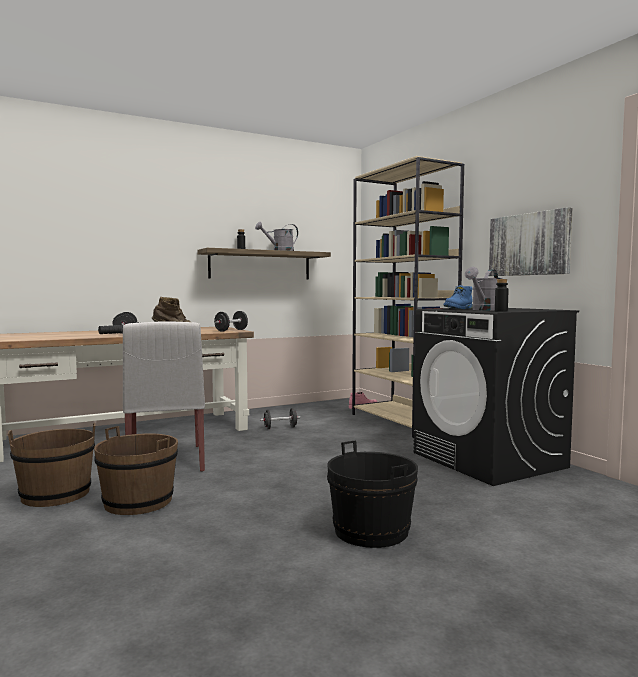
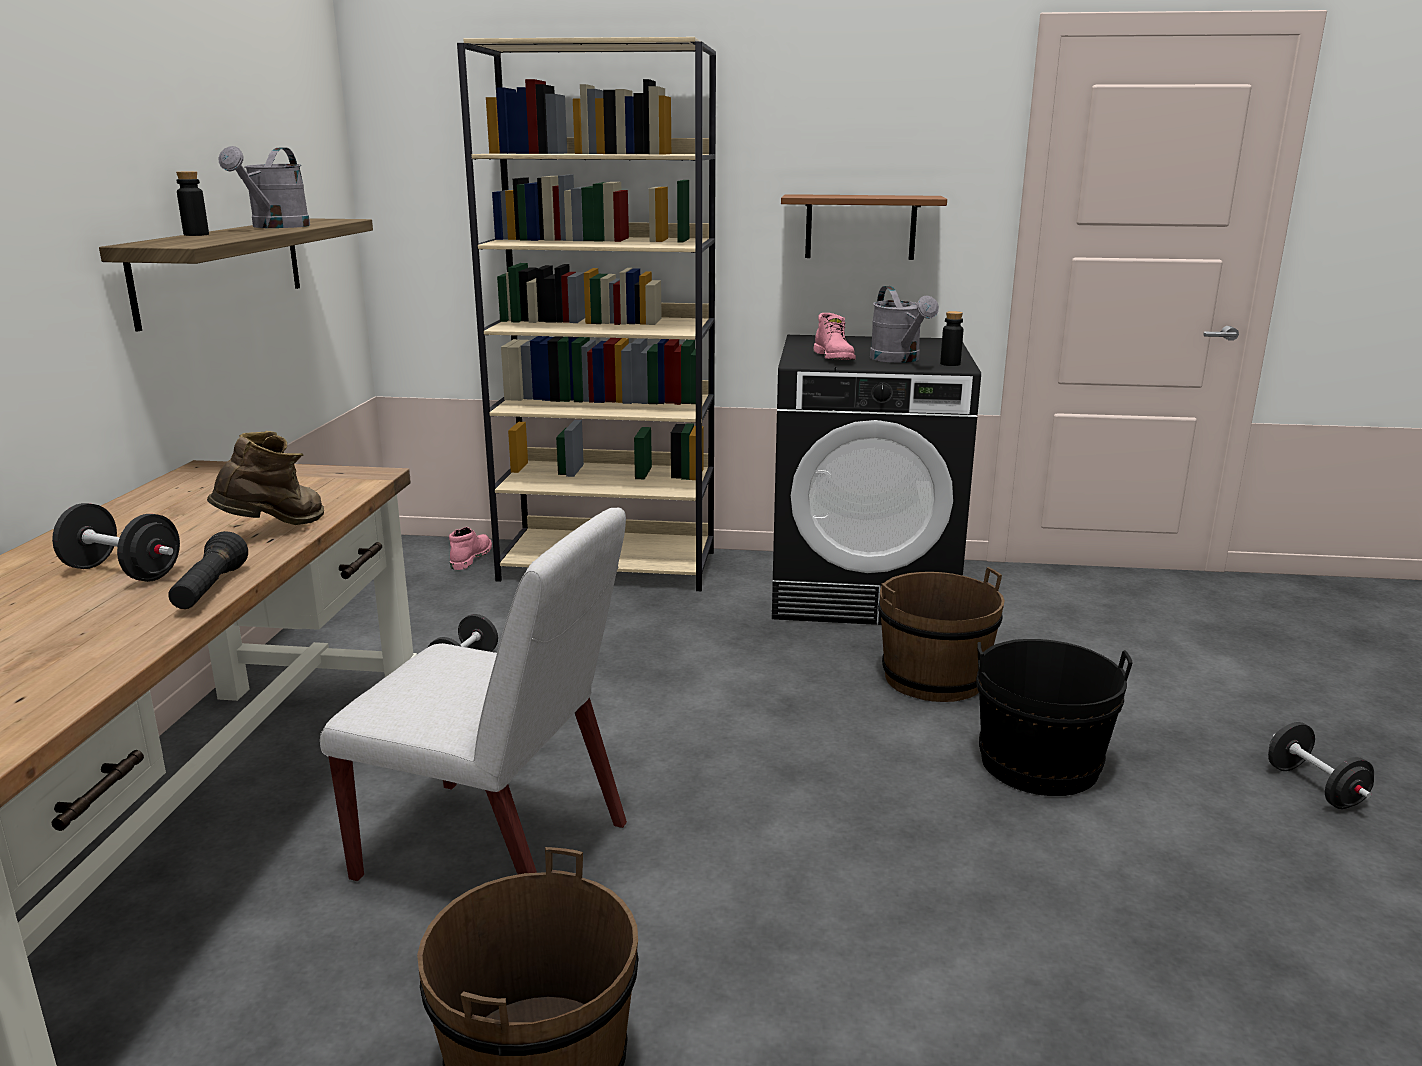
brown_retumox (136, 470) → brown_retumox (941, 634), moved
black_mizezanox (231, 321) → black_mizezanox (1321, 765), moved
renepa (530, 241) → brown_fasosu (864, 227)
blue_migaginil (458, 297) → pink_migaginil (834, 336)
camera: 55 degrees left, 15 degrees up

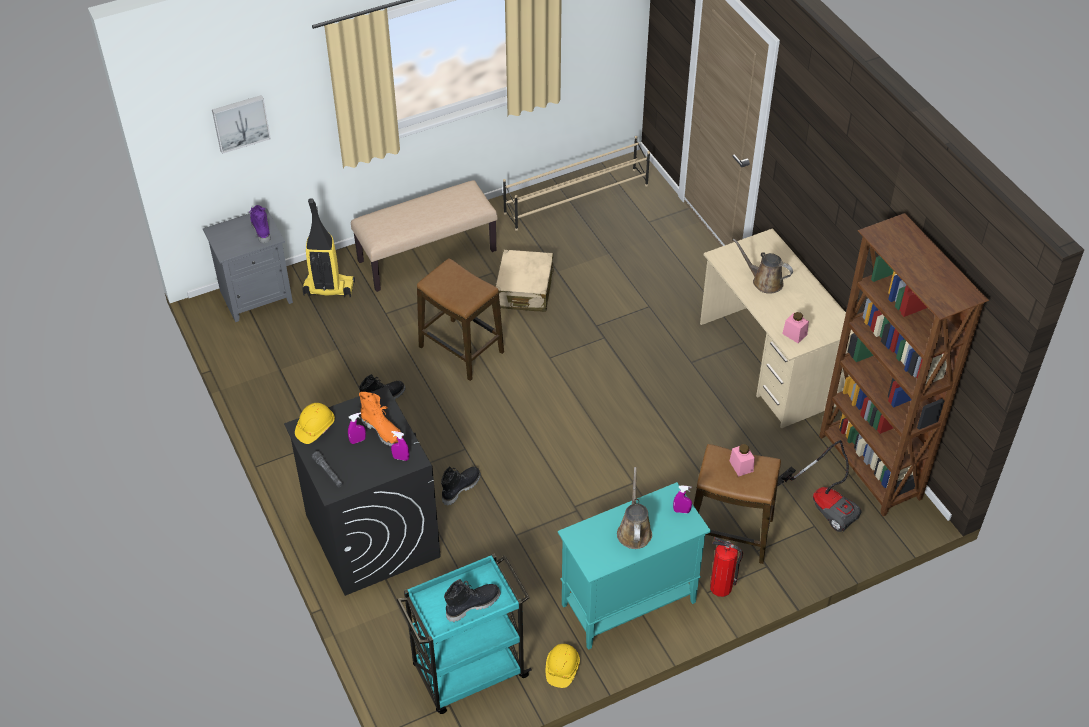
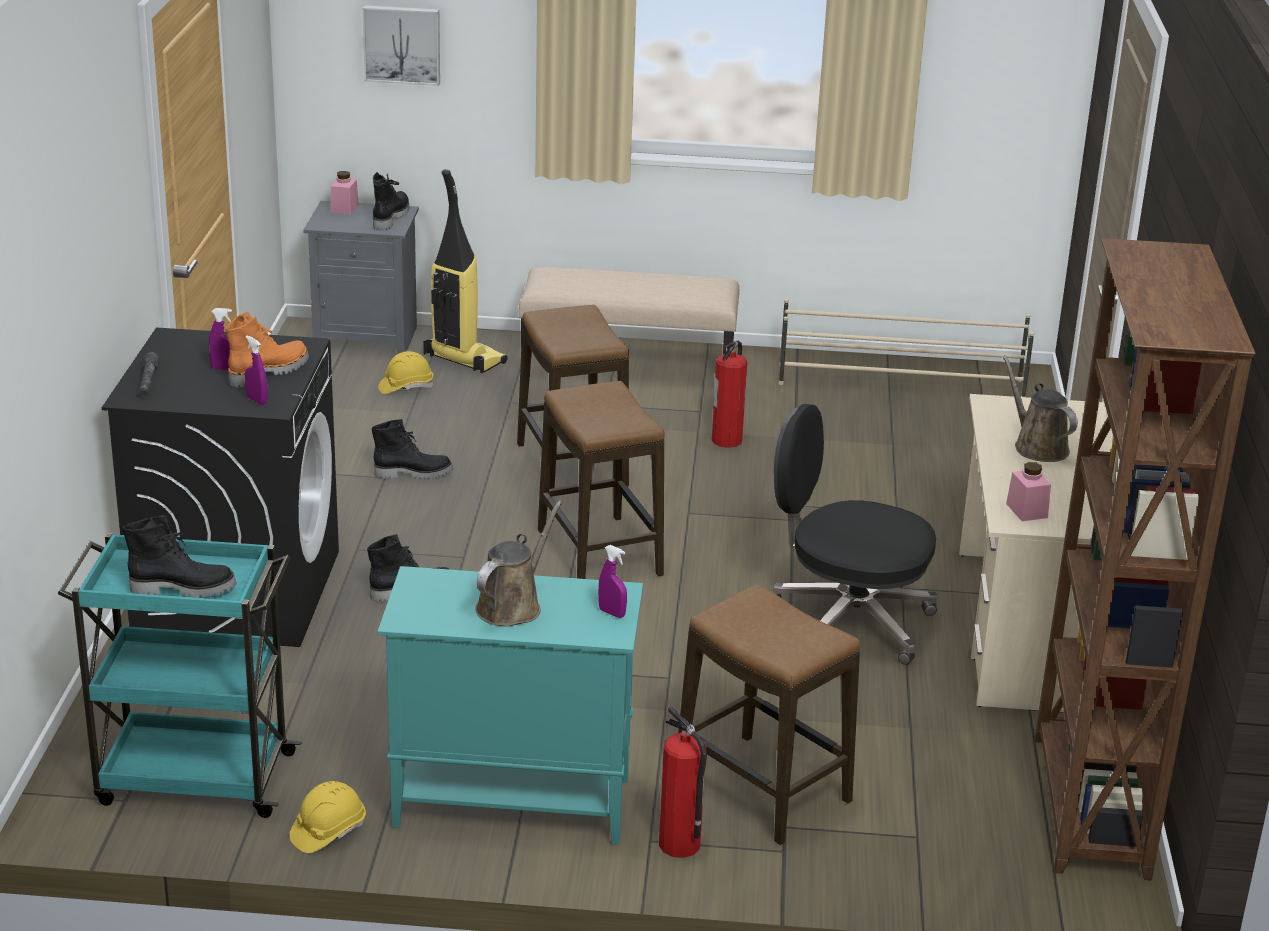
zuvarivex (820, 486) → -
- → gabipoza (601, 480)
- → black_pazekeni (854, 534)
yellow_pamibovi (315, 423) → yellow_pamibovi (405, 372), moved
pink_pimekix (742, 460) → pink_pimekix (345, 192), moved
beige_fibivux (524, 280) → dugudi (729, 394)
purple_migaginil (260, 224) → black_migaginil (391, 201)
orange_migaginil (381, 419) → orange_migaginil (267, 349), 120 degrees counterclockwise
camera: 30 degrees right, 20 degrees down

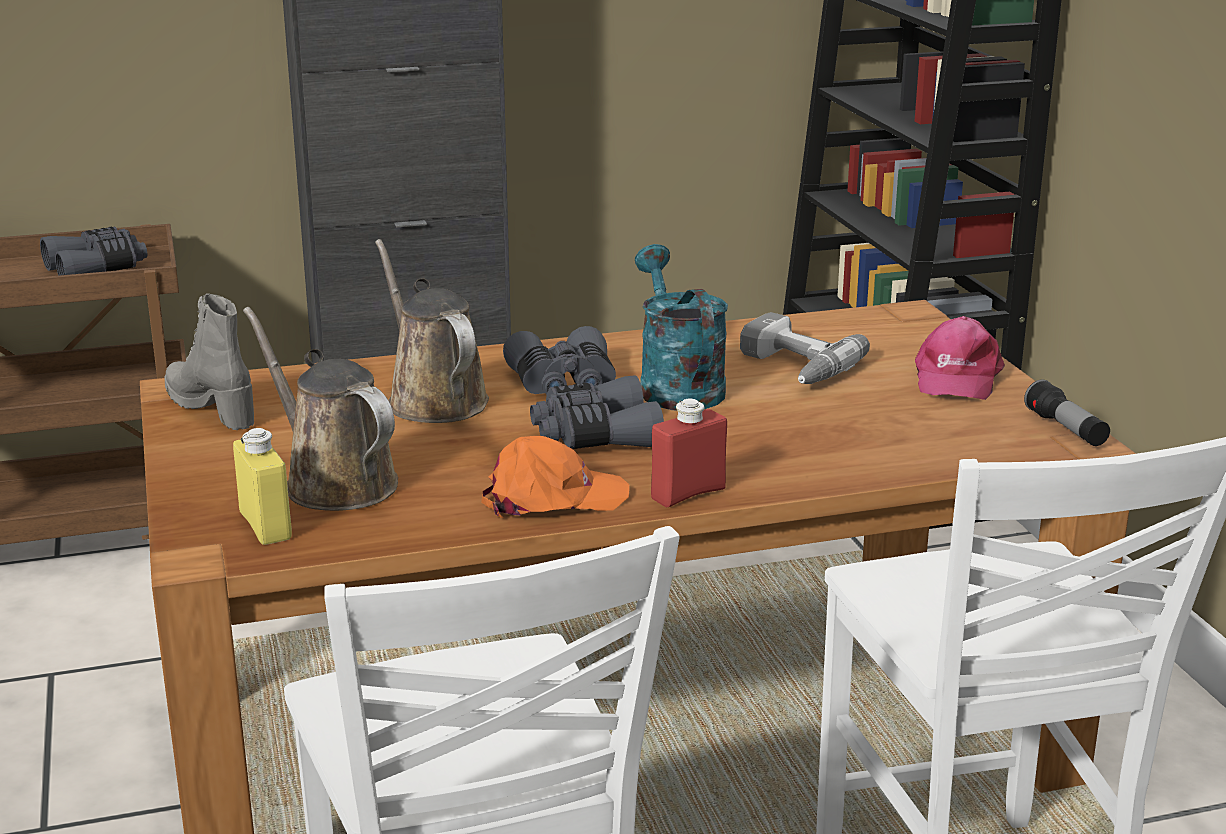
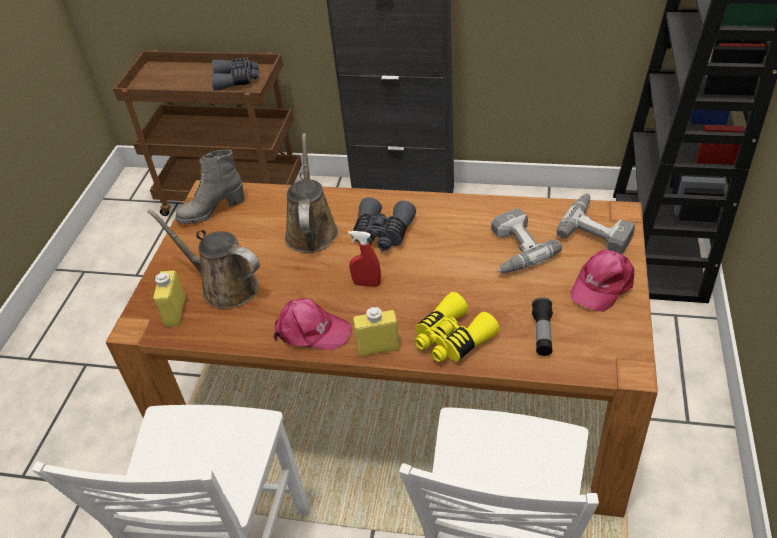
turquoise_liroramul (681, 327) → -
- → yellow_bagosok (457, 327)
- → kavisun (595, 224)
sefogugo (1067, 412) → sefogugo (542, 326), moved
grey_bagosok (597, 412) → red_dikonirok (364, 259)
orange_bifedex (555, 477) → pink_bifedex (313, 324)
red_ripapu (689, 453) → yellow_ripapu (376, 331)
grey_migaginil (209, 361) → grey_migaginil (210, 187), 105 degrees counterclockwise
brown_liroramul (320, 409) → brown_liroramul (204, 259), 45 degrees counterclockwise
camera: 30 degrees right, 20 degrees up

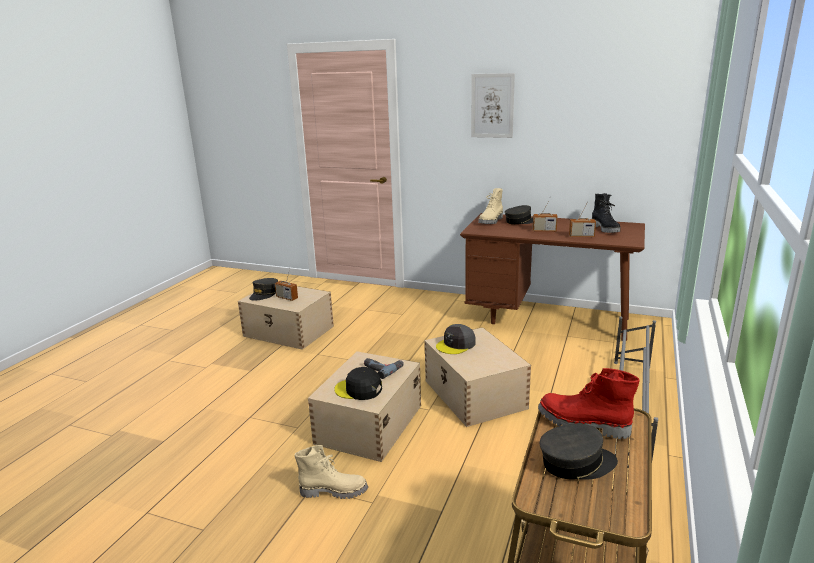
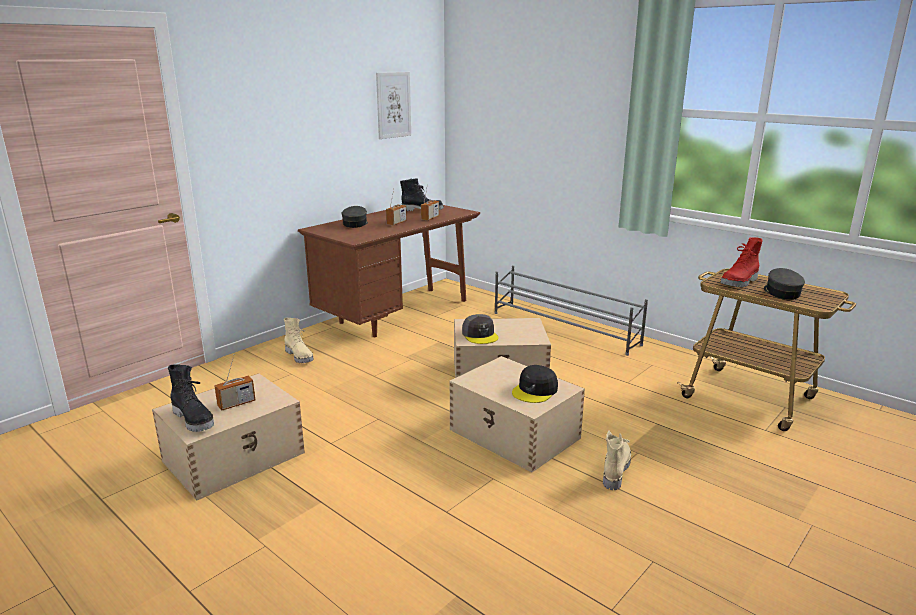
kavisun (384, 368) → -
renepa (493, 105) → renepa (393, 105), moved
beige_migaginil (490, 206) → beige_migaginil (298, 340), moved
grey_bifedex (263, 289) → black_migaginil (191, 398)
camera: 70 degrees left, 0 degrees up

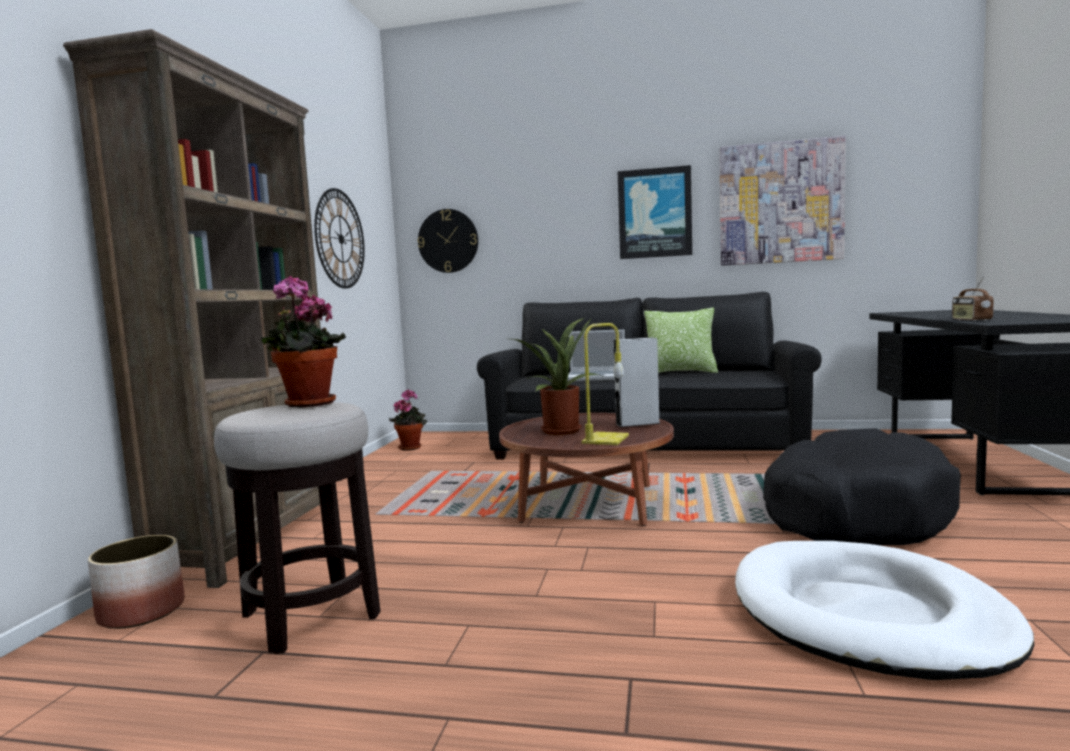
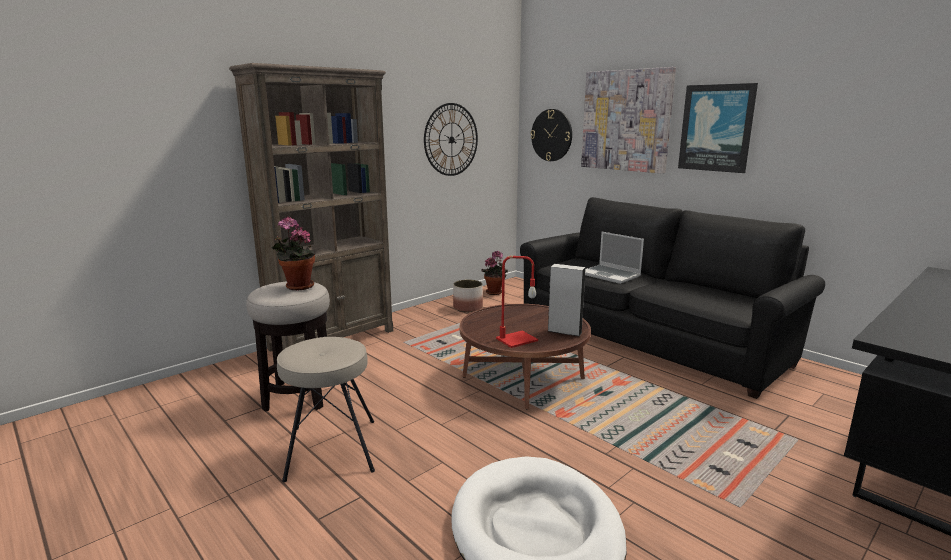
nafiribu (557, 376) → -
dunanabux (681, 340) → -
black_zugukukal (862, 486) → -
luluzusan (973, 298) → -
- → beige_gabipoza (326, 409)
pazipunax (136, 582) → pazipunax (468, 296), moved
renepa (782, 201) → renepa (628, 120), moved
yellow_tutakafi (605, 384) → red_tutakafi (517, 302)
camera: 35 degrees right, 10 degrees up

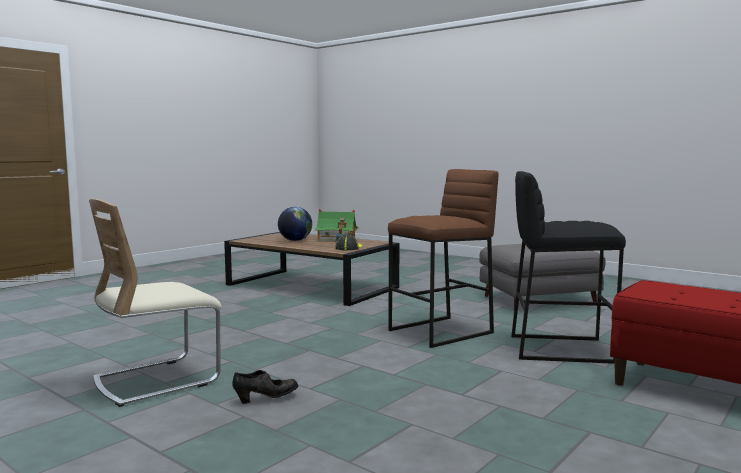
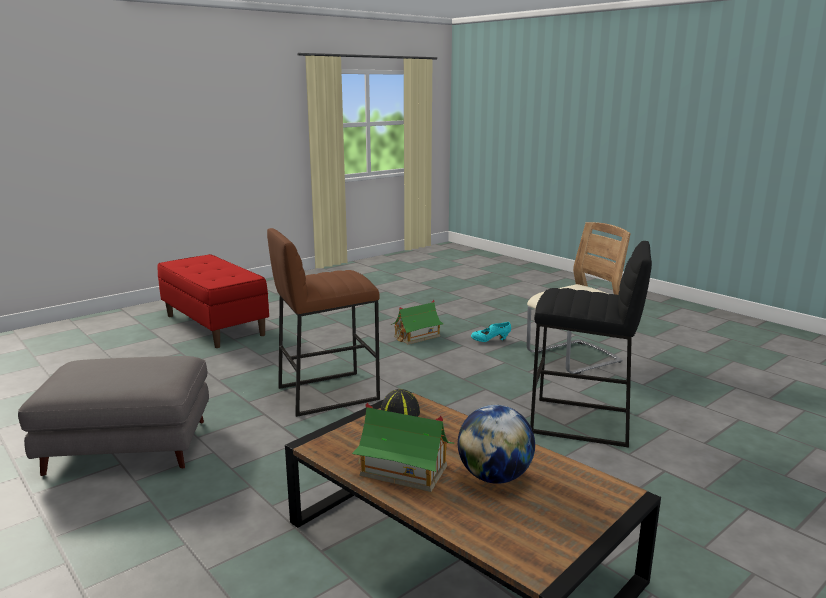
- → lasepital (417, 321)
black_gabipoza (568, 267) → black_gabipoza (591, 344), moved
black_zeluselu (265, 387) → turquoise_zeluselu (491, 332)
camera: 170 degrees left, 10 degrees up

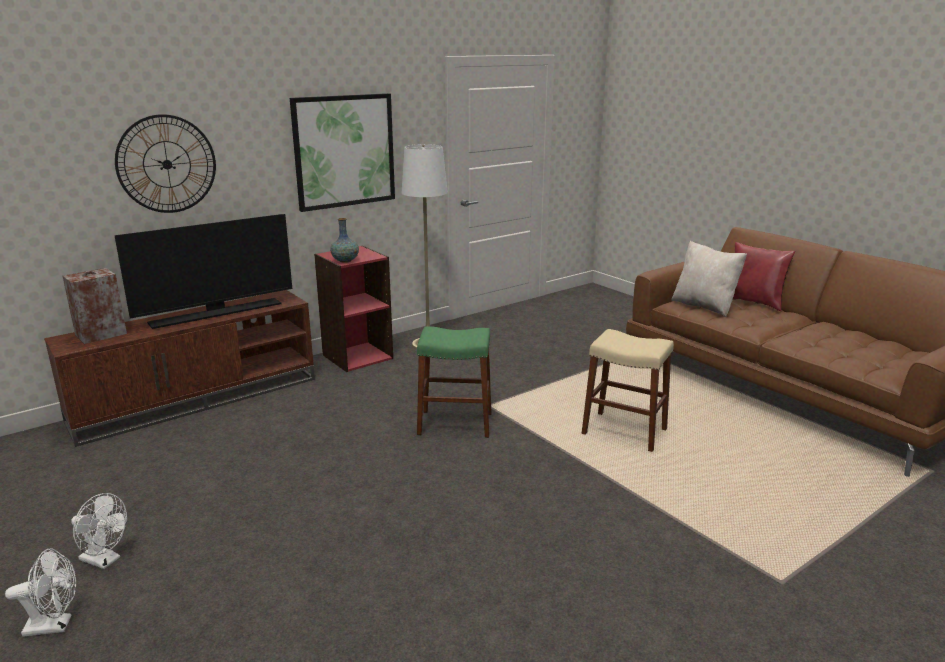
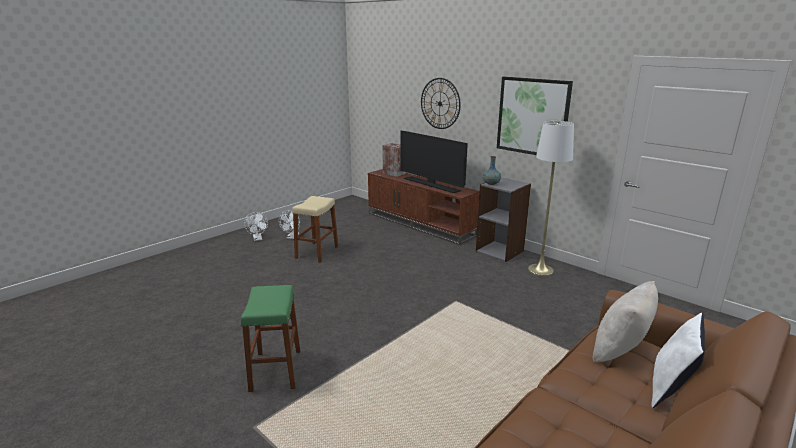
green_gabipoza (454, 382) → green_gabipoza (270, 338), moved
beige_gabipoza (628, 390) → beige_gabipoza (315, 229), moved
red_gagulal (353, 308) → grey_gagulal (503, 219)
red_dunanabux (764, 276) → white_dunanabux (678, 360)
camera: 80 degrees right, 0 degrees up

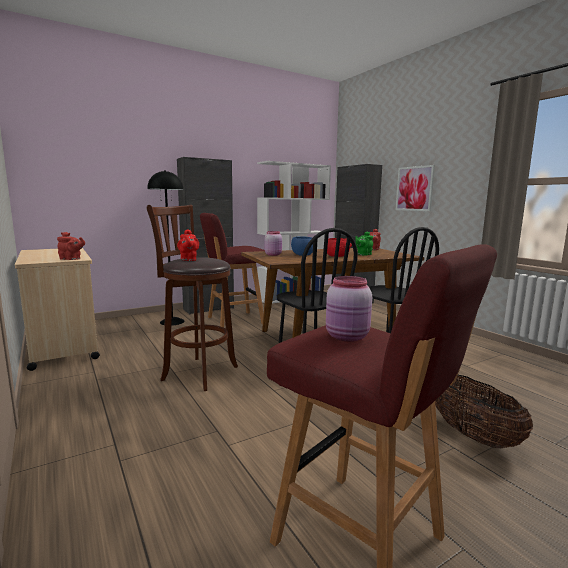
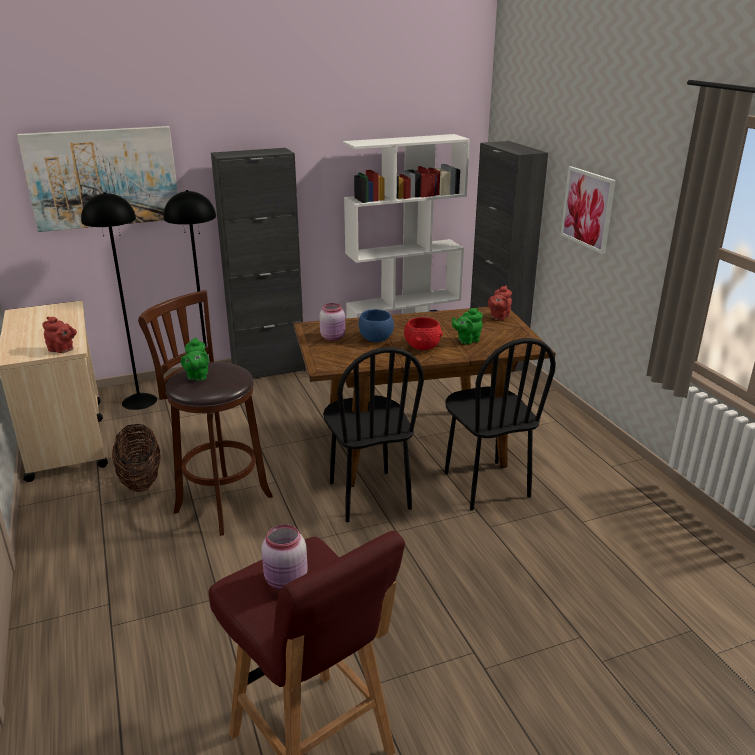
red_gabipoza (232, 270) → -
- → renepa (97, 179)
- → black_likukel (119, 301)
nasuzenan (484, 411) → nasuzenan (136, 458), moved
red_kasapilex (188, 245) → green_kasapilex (195, 359)
camera: 10 degrees right, 15 degrees up

